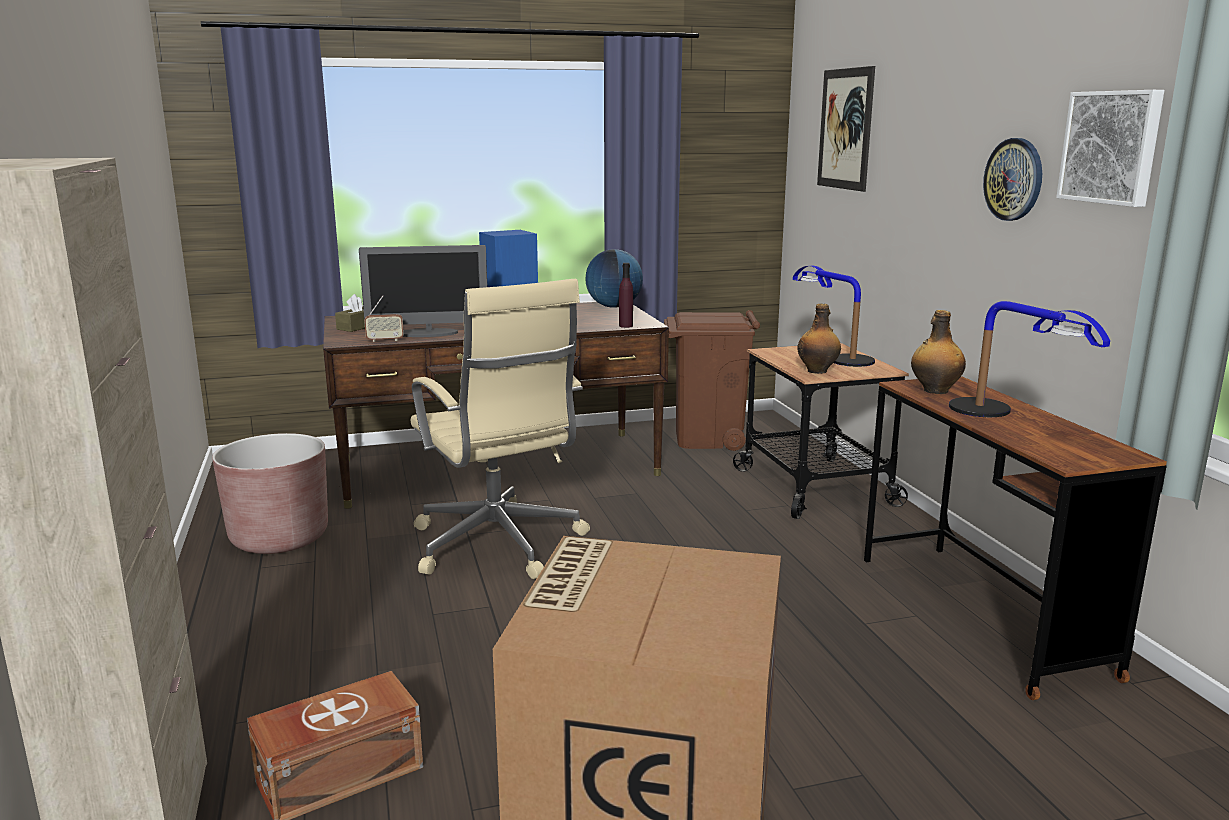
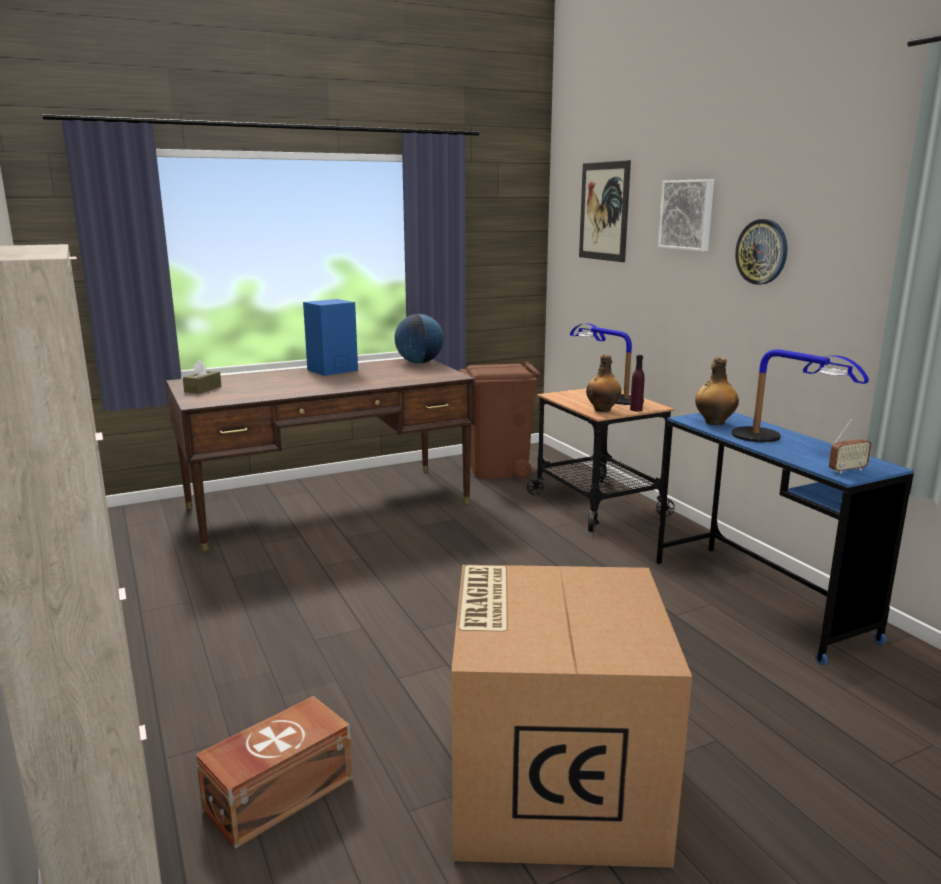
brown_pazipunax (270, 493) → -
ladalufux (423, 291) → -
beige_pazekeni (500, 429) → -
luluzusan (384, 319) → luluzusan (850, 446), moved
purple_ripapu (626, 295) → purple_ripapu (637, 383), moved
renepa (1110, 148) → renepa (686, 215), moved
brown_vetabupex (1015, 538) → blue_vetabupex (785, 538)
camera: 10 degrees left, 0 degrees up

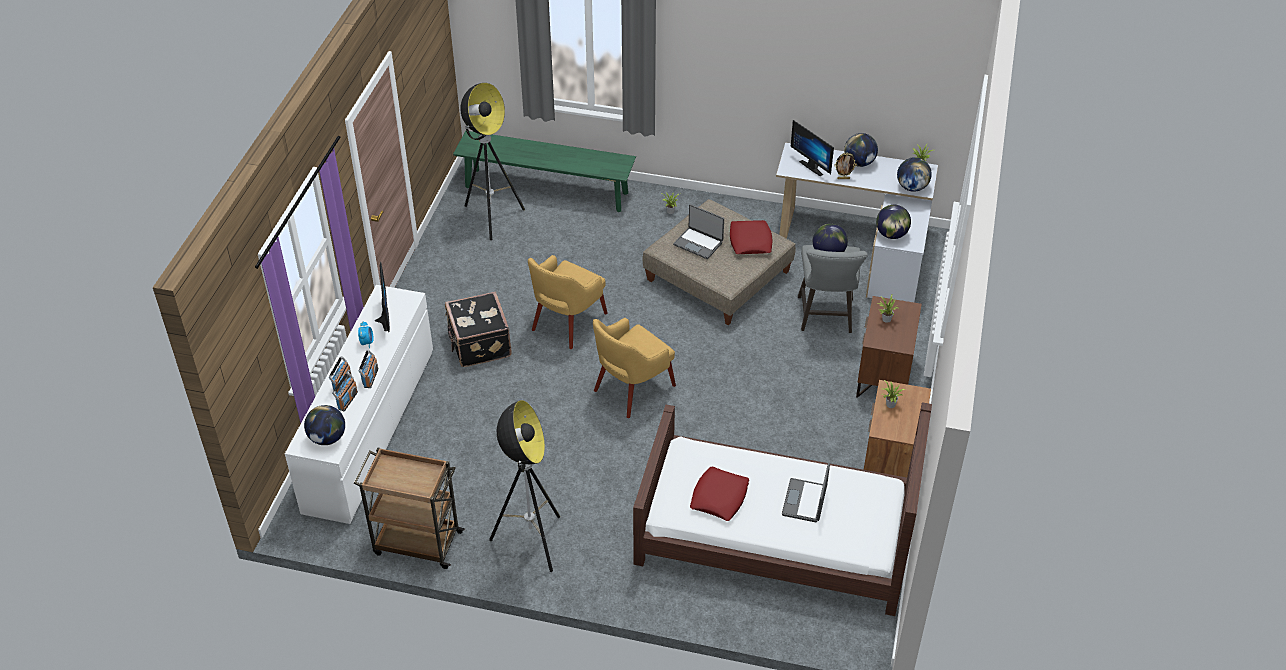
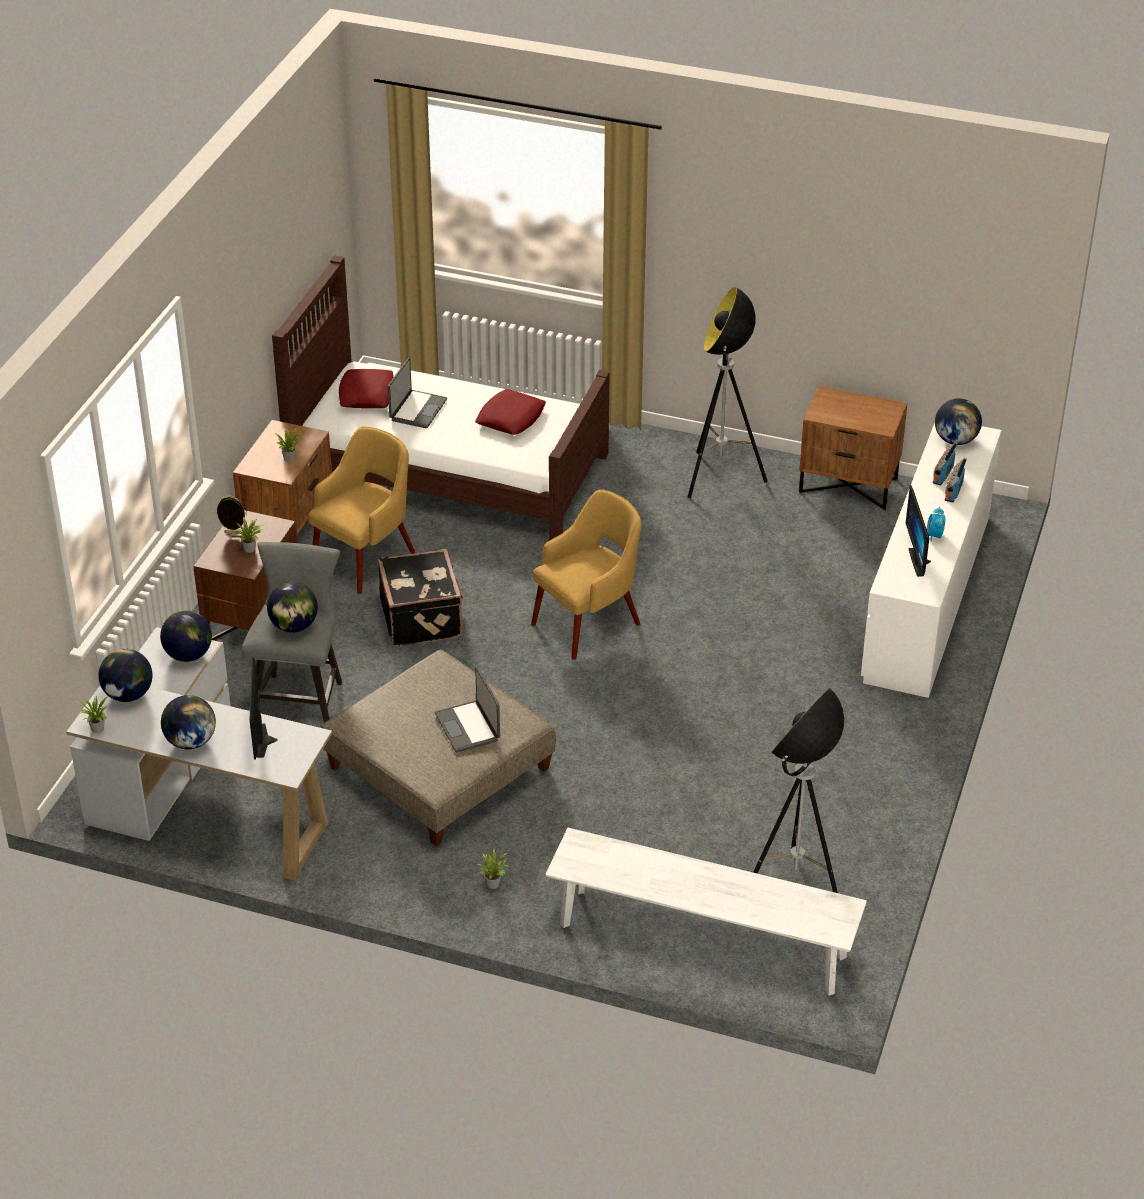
luluzusan (368, 369) → -
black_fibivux (478, 329) → black_fibivux (420, 597), moved
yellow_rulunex (568, 302) → yellow_rulunex (361, 510), moved
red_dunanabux (751, 237) → red_dunanabux (366, 388), moved
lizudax (845, 166) → lizudax (231, 514), moved
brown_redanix (409, 508) → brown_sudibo (853, 448)
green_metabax (544, 171) → white_metabax (706, 911)
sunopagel (698, 231) → sunopagel (467, 710), 150 degrees counterclockwise
ladalufux (812, 148) → ladalufux (264, 708), 150 degrees counterclockwise
camera: 175 degrees left, 5 degrees down

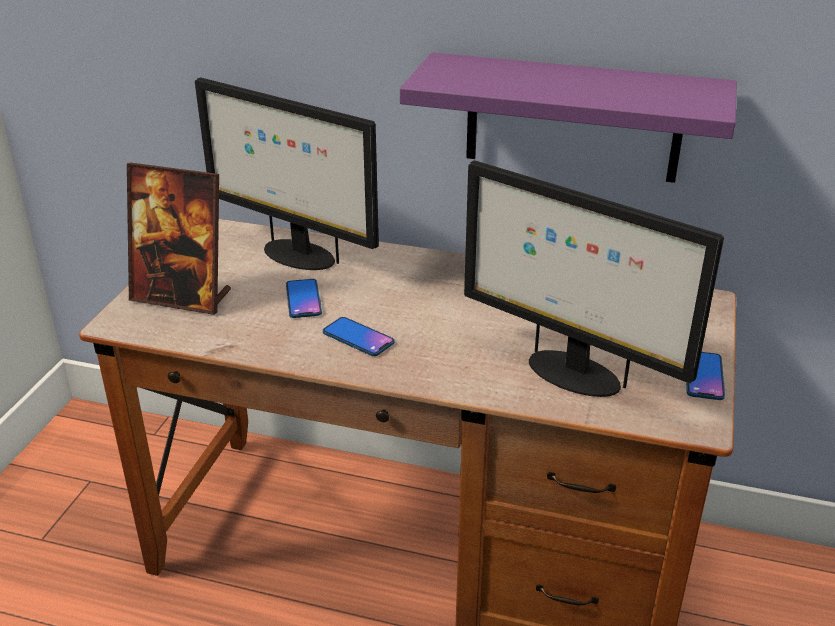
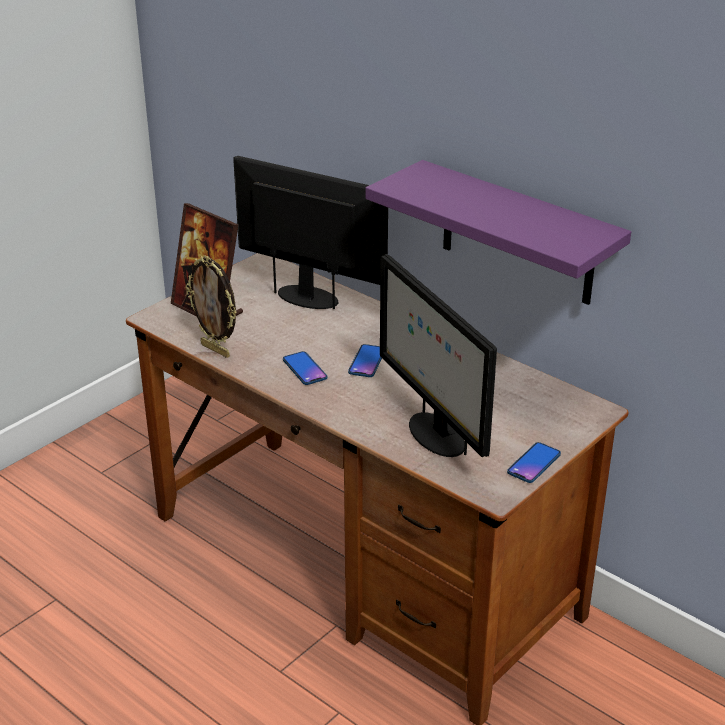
- → lizudax (211, 306)
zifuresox (304, 298) → zifuresox (365, 360), moved
ladalufux (287, 173) → ladalufux (310, 232), 150 degrees clockwise
camera: 25 degrees right, 0 degrees up

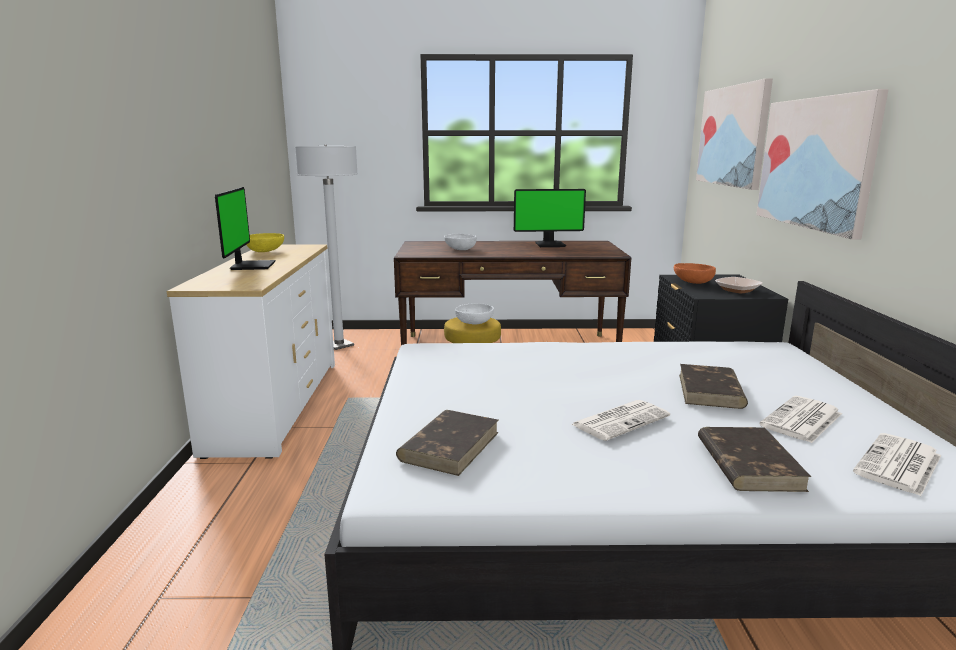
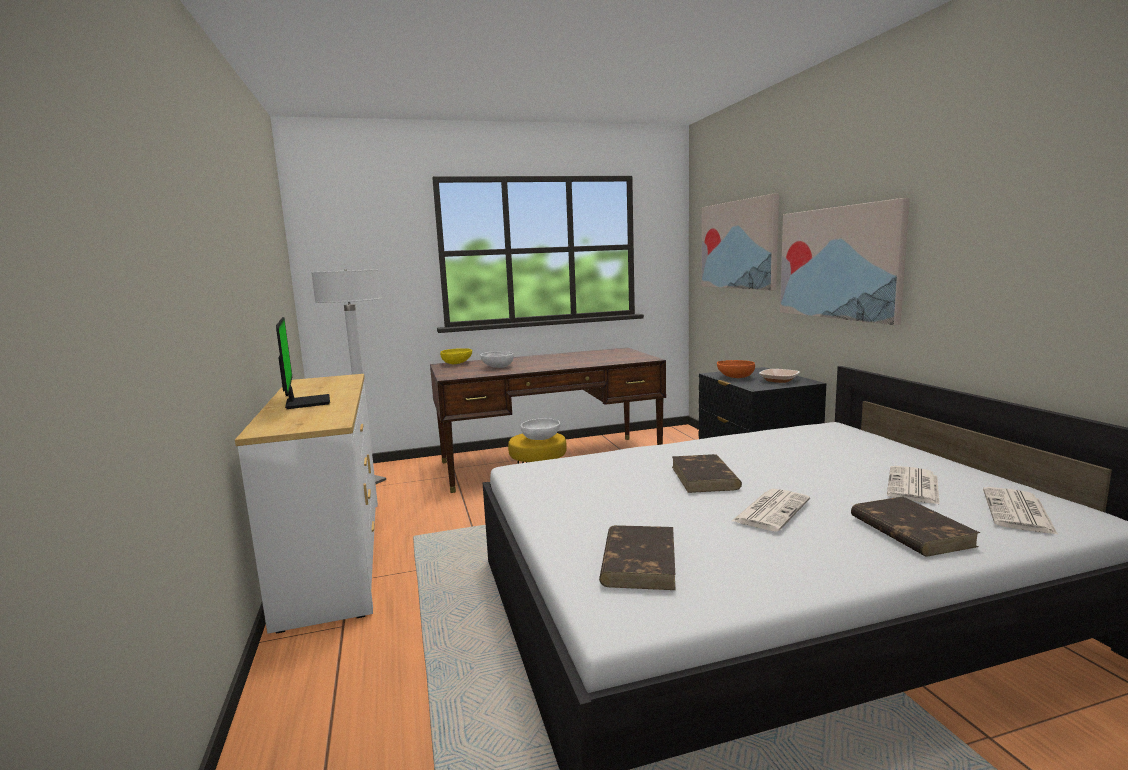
ladalufux (550, 218) → -
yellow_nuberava (265, 242) → yellow_nuberava (456, 356), moved
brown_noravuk (713, 386) → brown_noravuk (707, 473), moved
camera: 15 degrees left, 5 degrees down

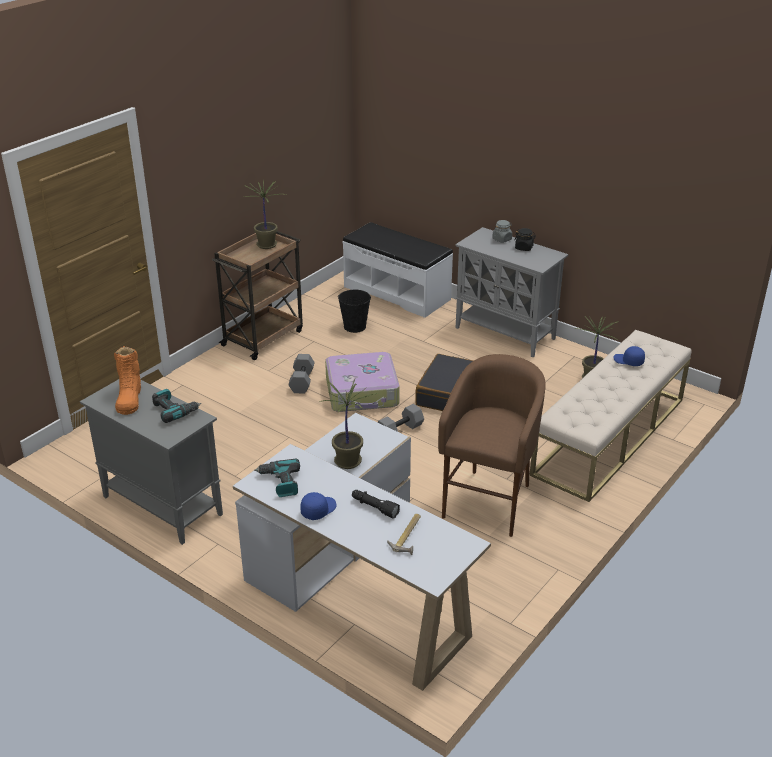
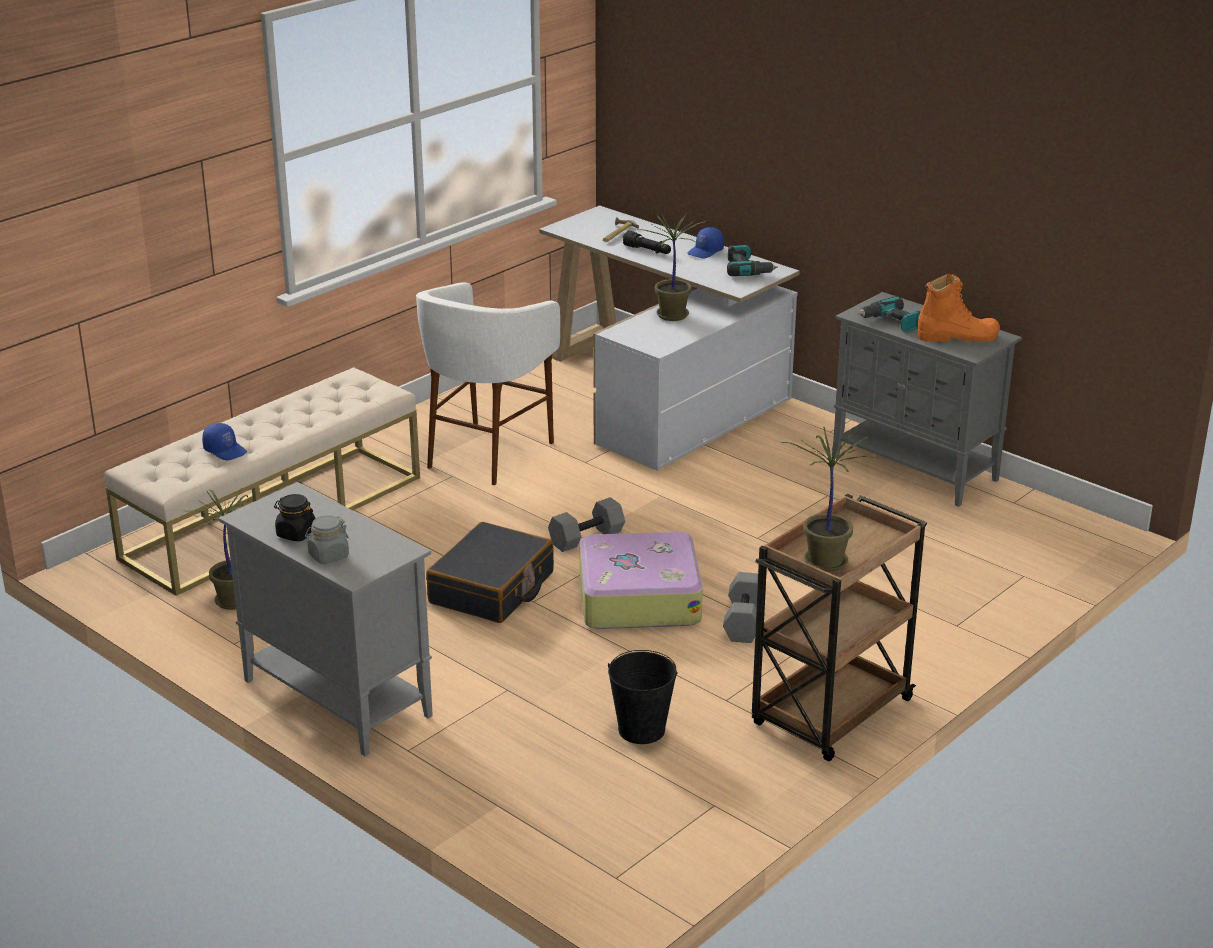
white_metabax (397, 270) → -
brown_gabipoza (492, 445) → white_gabipoza (488, 383)
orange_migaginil (127, 380) → orange_migaginil (959, 308), 90 degrees clockwise
camera: 175 degrees left, 5 degrees down

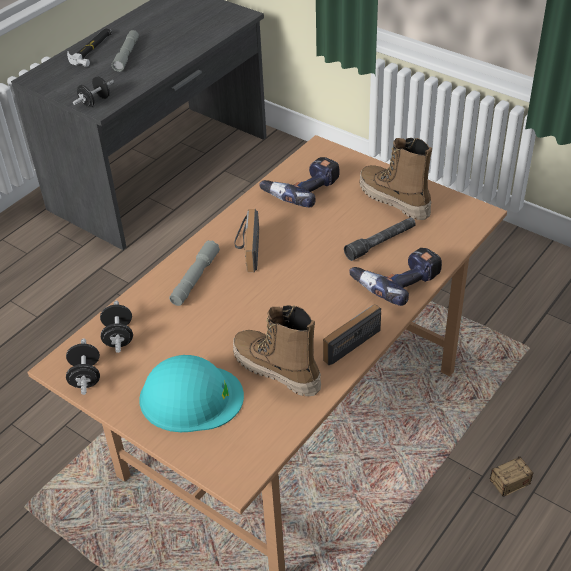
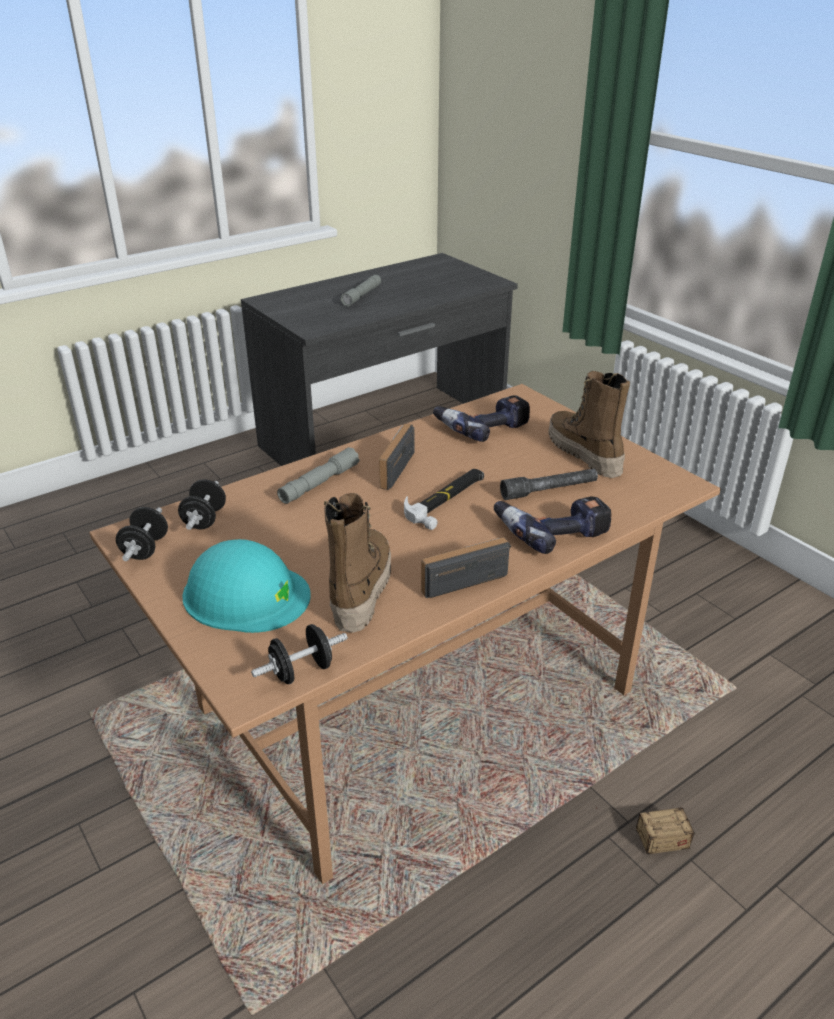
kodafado (89, 48) → kodafado (444, 499), moved
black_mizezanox (93, 91) → black_mizezanox (299, 654), moved
migaginil (277, 350) → migaginil (357, 563), 45 degrees clockwise
camera: 15 degrees right, 10 degrees down

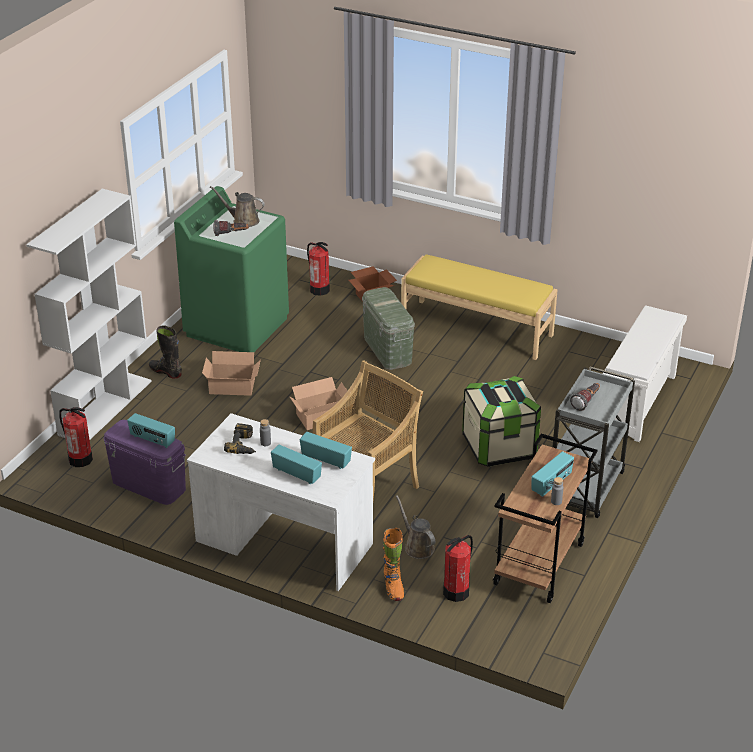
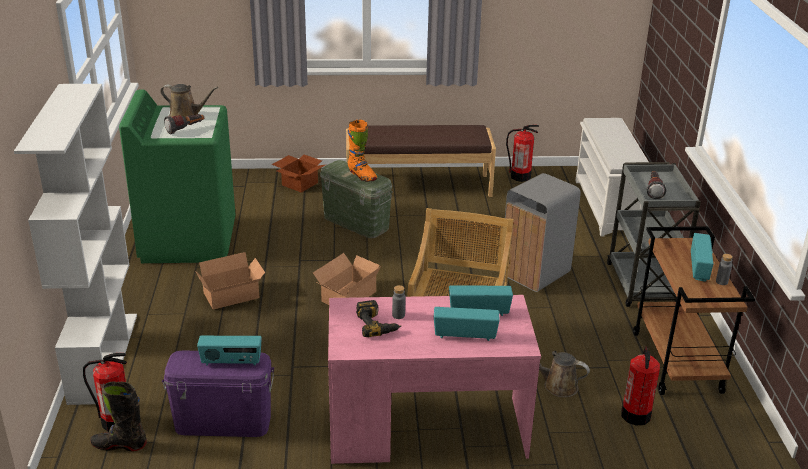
black_migaginil (165, 351) → black_migaginil (118, 416), moved
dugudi (318, 269) → dugudi (522, 153), moved
orange_migaginil (393, 564) → orange_migaginil (362, 150), moved
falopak (501, 421) → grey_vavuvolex (543, 232)
white_vetabupex (281, 502) → pink_vetabupex (434, 379)
yellow_metabax (479, 307) → brown_metabax (421, 161)
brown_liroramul (237, 206) → brown_liroramul (189, 100), 150 degrees counterclockwise
camera: 30 degrees left, 5 degrees down

